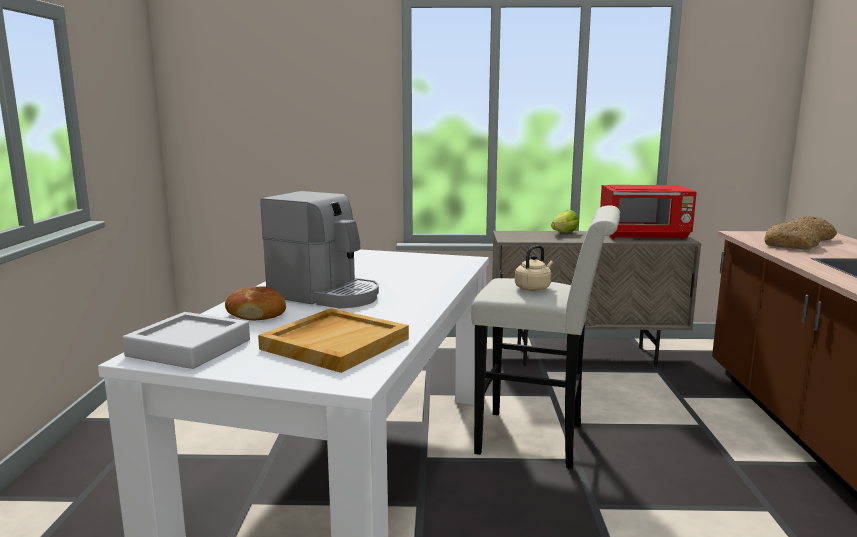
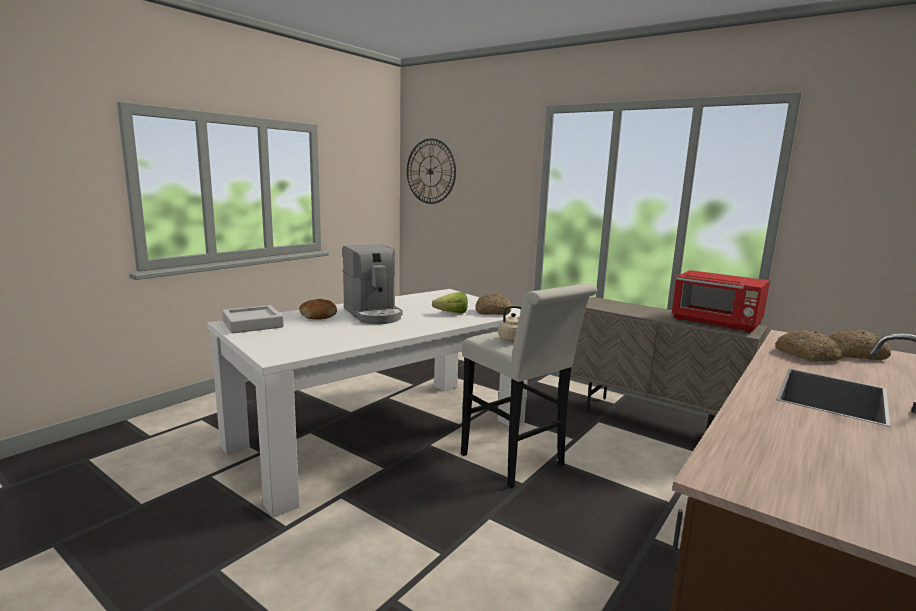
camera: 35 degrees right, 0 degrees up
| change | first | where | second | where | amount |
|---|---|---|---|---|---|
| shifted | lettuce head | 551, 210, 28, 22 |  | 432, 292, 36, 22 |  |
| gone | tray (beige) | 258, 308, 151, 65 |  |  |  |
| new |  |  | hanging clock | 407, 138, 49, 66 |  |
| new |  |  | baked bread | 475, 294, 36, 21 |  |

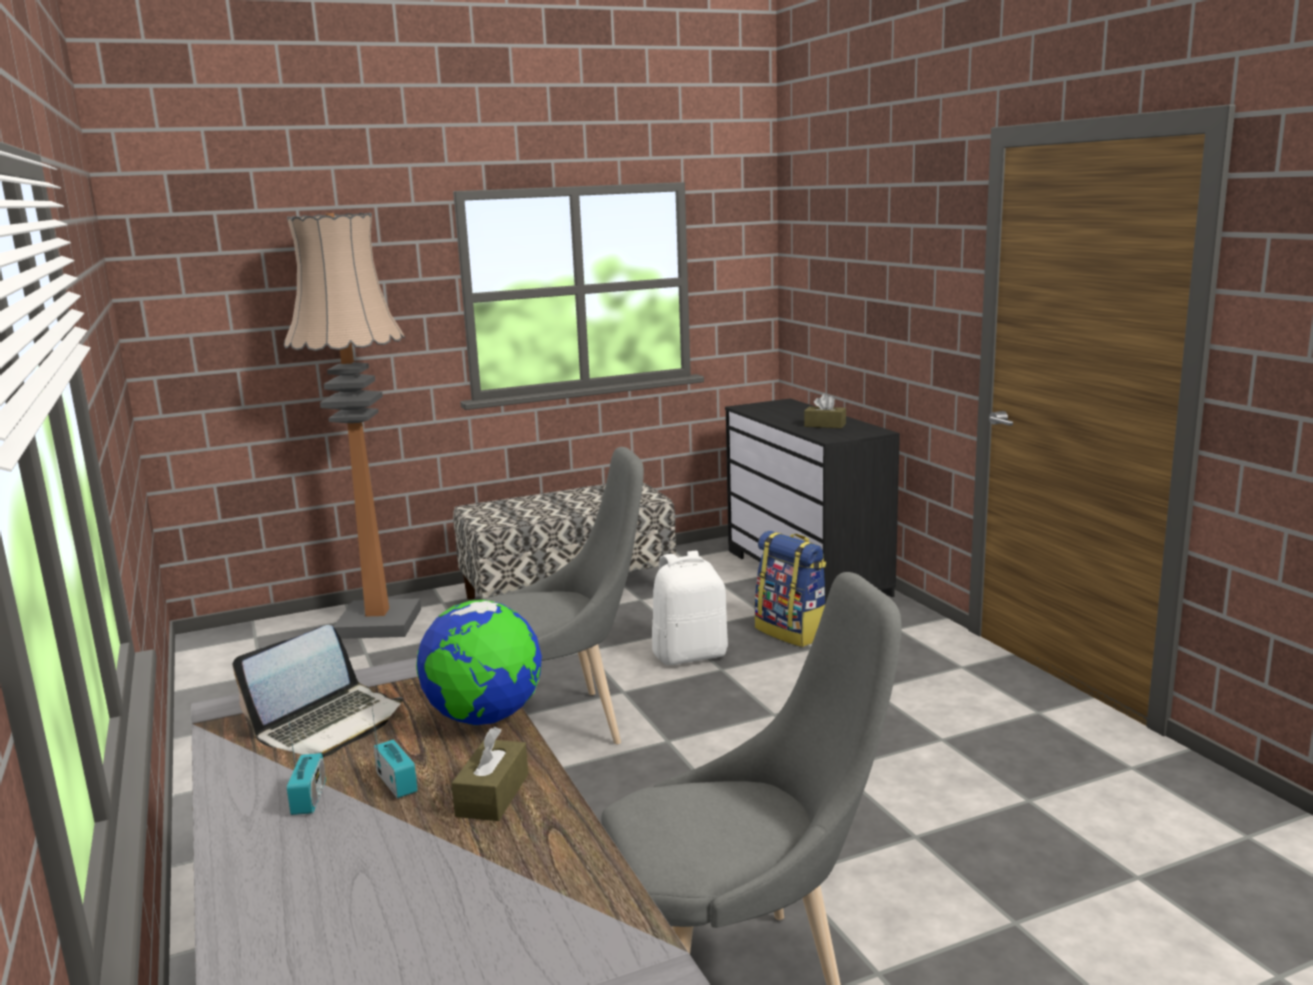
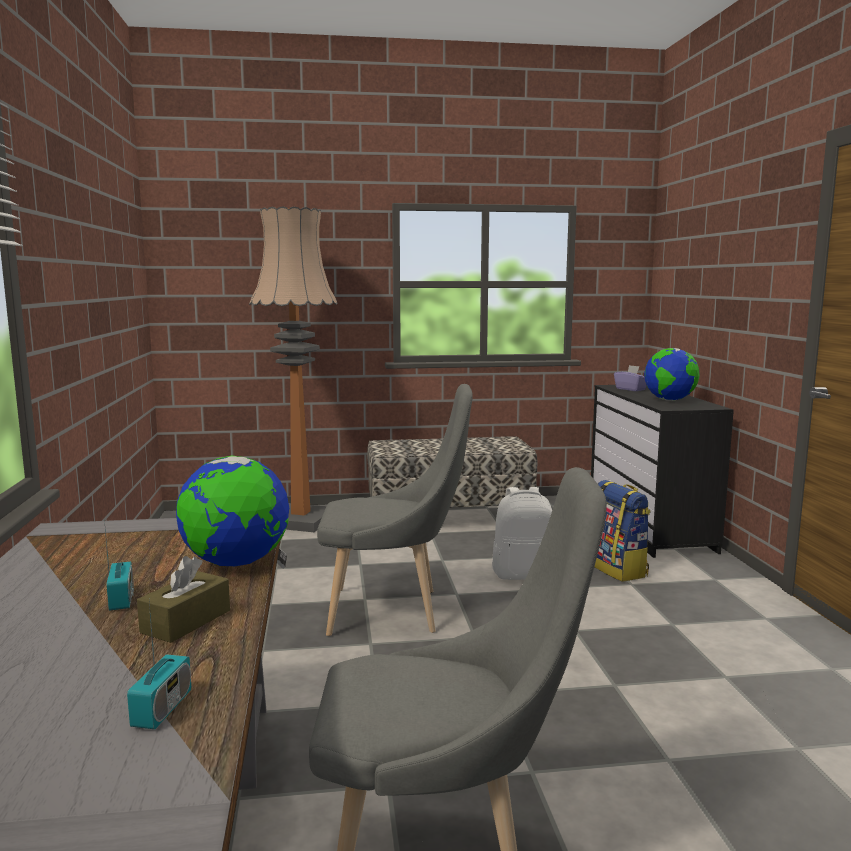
camera: 15 degrees right, 5 degrees down
| change | first | where | second | where | amount |
|---|---|---|---|---|---|
| swapped | tissue holder (brown) | 804, 394, 42, 34 | desk globe | 644, 348, 56, 53 |  |
| gone | laptop | 232, 625, 171, 132 |  |  |  |
| shifted | radio receiver | 287, 711, 39, 104 |  | 127, 602, 64, 127 |  |
| new |  |  | tissue holder (purplish) | 614, 365, 33, 26 |  |

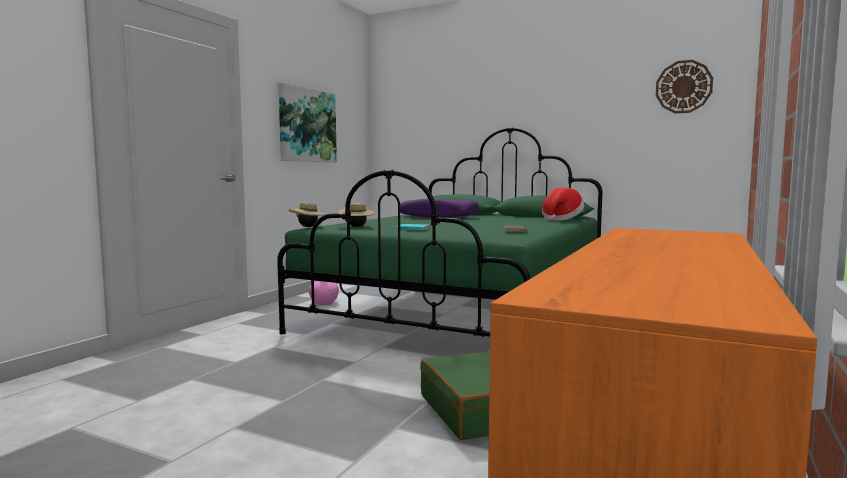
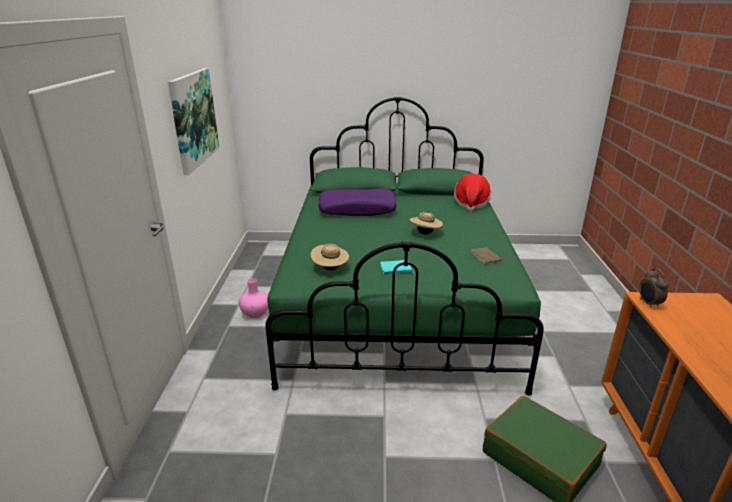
camera: 25 degrees left, 20 degrees up
| change | first | where | second | where | amount |
|---|---|---|---|---|---|
| gone | hanging clock | 656, 60, 57, 53 |  |  |  |
| shifted | hat (beige) | 289, 203, 37, 24 |  | 410, 212, 33, 23 |  |
| new |  |  | alarm clock | 639, 268, 30, 41 |  |

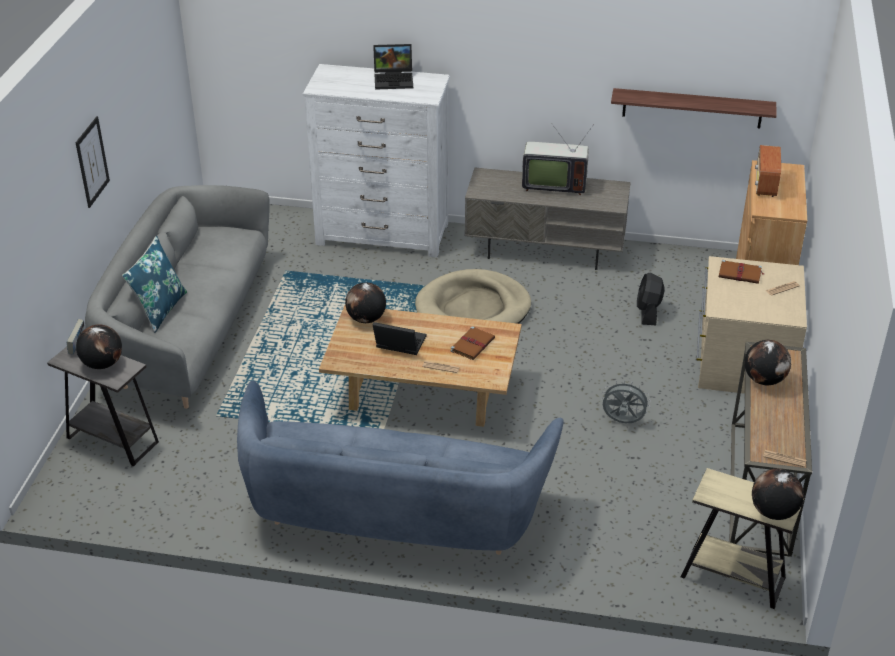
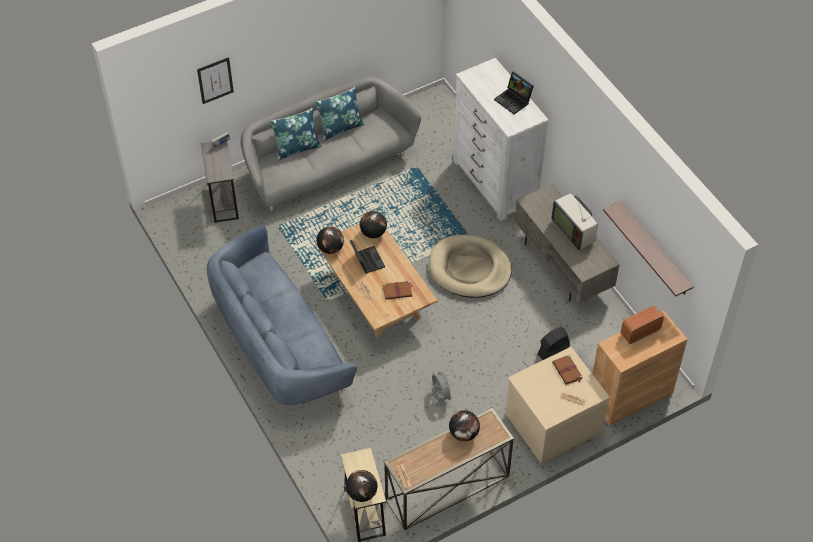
camera: 50 degrees right, 15 degrees up
| change | first | where | second | where | amount |
|---|---|---|---|---|---|
| shifted | picture | 76, 116, 34, 92 |  | 197, 57, 37, 47 |  |
| shifted | desk globe | 76, 324, 46, 45 |  | 317, 226, 27, 28 |  |
| new |  |  | cushion (blue-coloured) | 315, 86, 49, 55 |  |

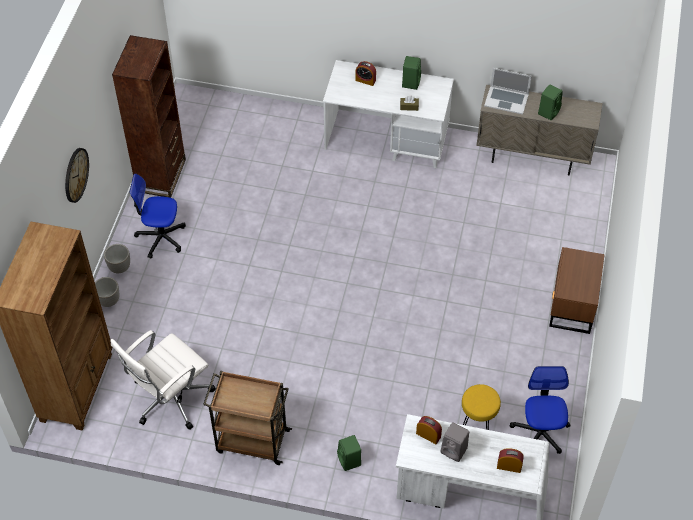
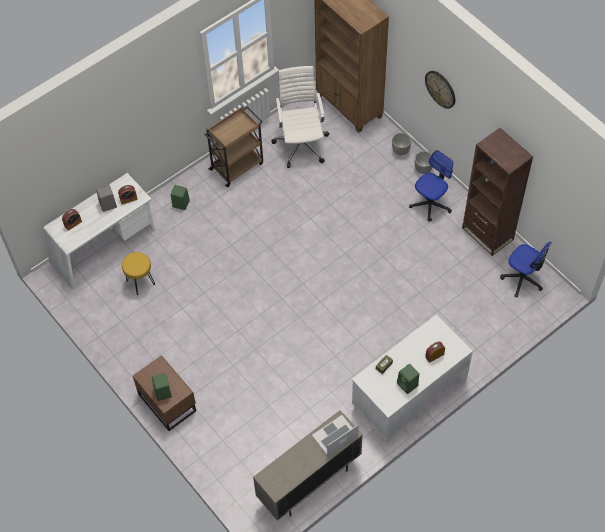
camera: 130 degrees right, 5 degrees up
| change | first | where | second | where | amount |
|---|---|---|---|---|---|
| shifted | loudspeaker (greenish) | 538, 84, 25, 36 |  | 152, 373, 20, 28 |  |
| shifted | office chair | 510, 366, 61, 88 |  | 500, 242, 52, 55 |  |

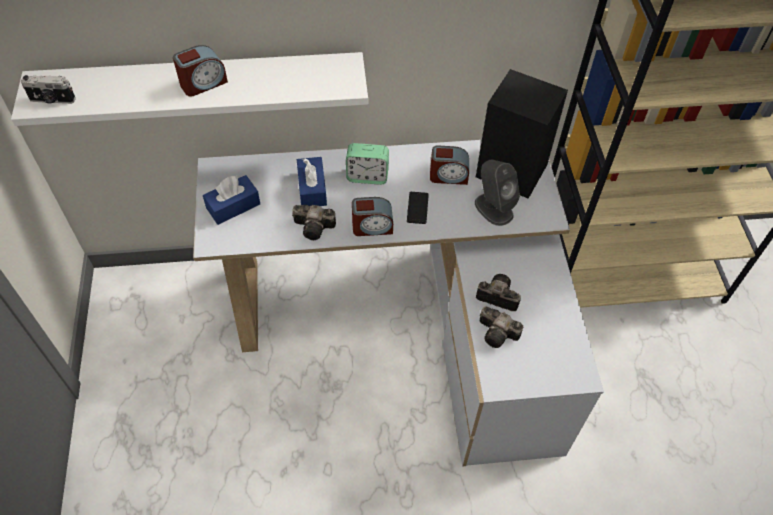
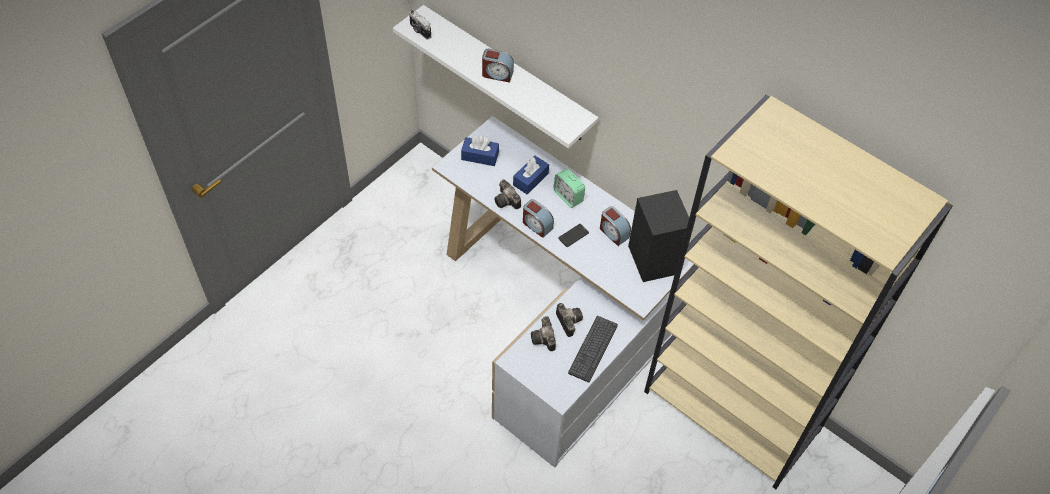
camera: 45 degrees right, 0 degrees up
| change | first | where | second | where | amount |
|---|---|---|---|---|---|
| gone | loudspeaker (gray) | 475, 160, 45, 66 |  |  |  |
| new |  |  | computer keyboard | 568, 316, 50, 67 |  |

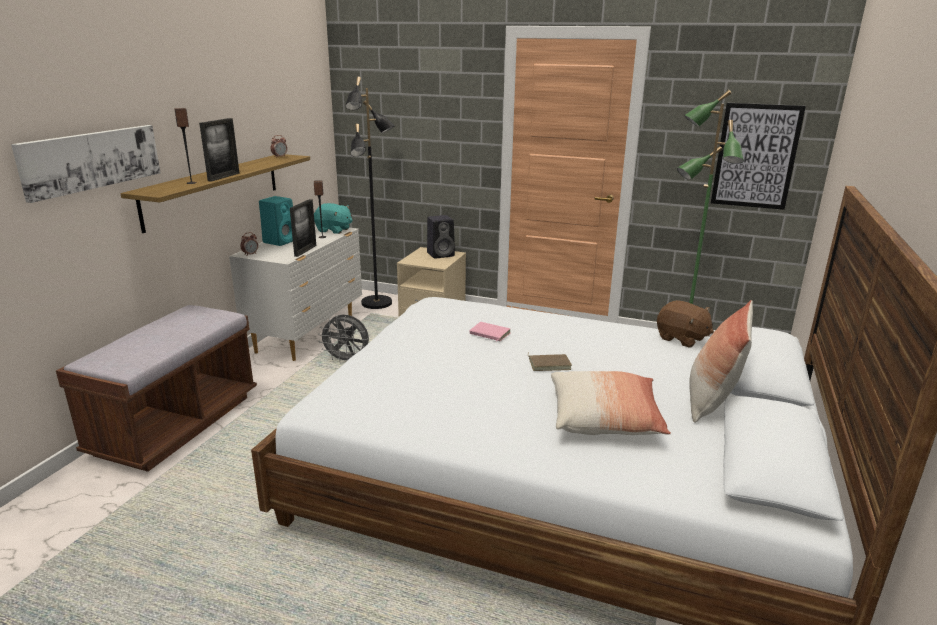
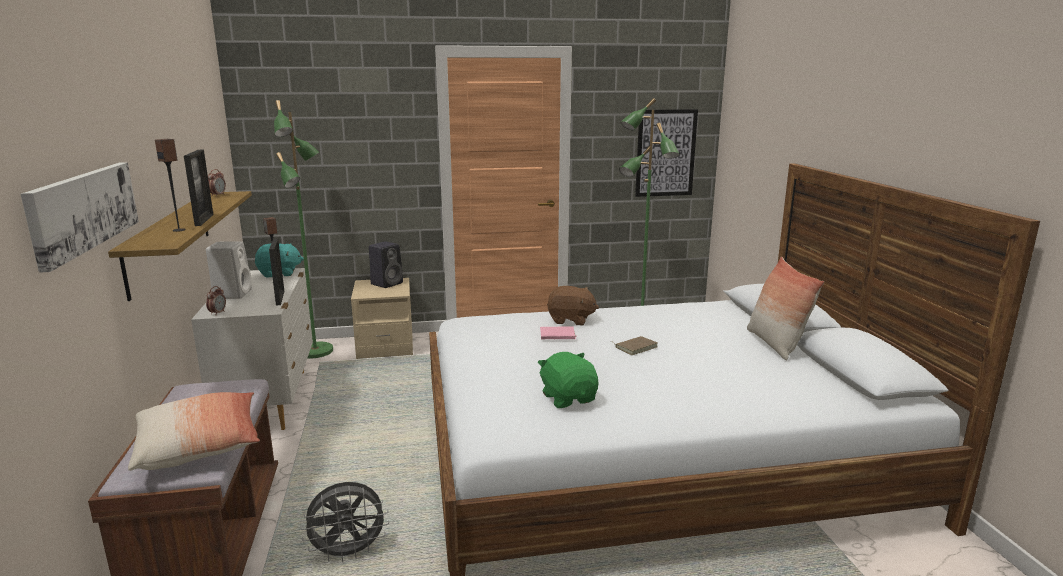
camera: 30 degrees left, 5 degrees down
| change | first | where | second | where | amount |
|---|---|---|---|---|---|
| repainted | floor lamp (black-coloured) | 345, 77, 49, 232 | floor lamp (greenish) | 274, 100, 59, 258 |  |
| repainted | loudspeaker (blue-green) | 259, 196, 34, 50 | loudspeaker (white) | 206, 241, 46, 58 |  |
| shifted | cuddly toy (brown) | 657, 300, 57, 48 |  | 547, 286, 52, 39 |  |
| shifted | cooling fan (gray) | 318, 315, 51, 46 |  | 300, 482, 89, 80 |  |
| shifted | cushion | 551, 371, 120, 64 |  | 128, 392, 132, 79 |  |
| new |  |  | cuddly toy (greenish) | 538, 352, 60, 56 |  |

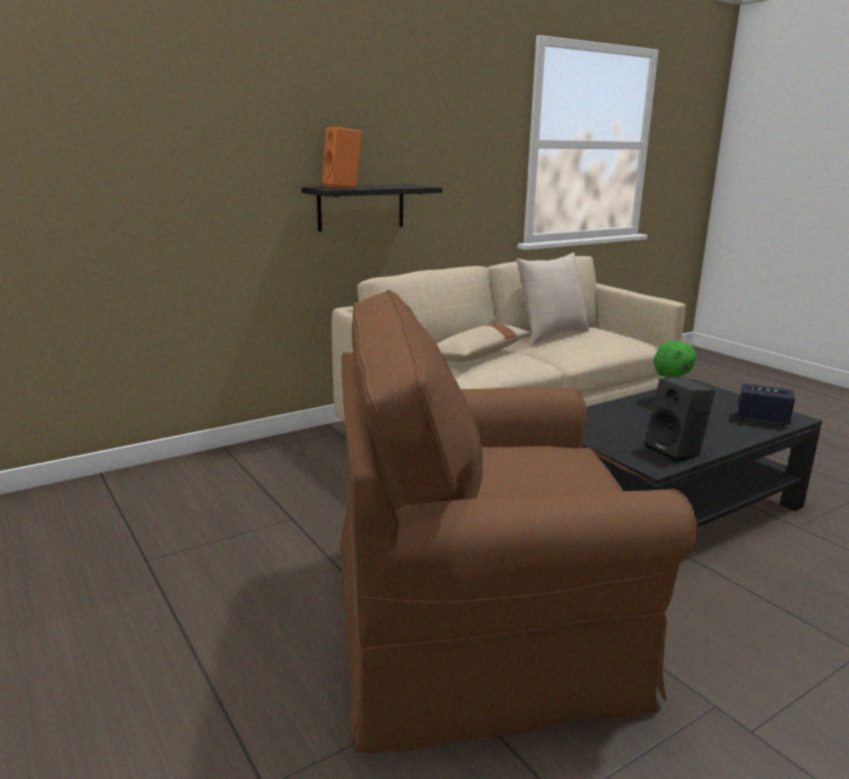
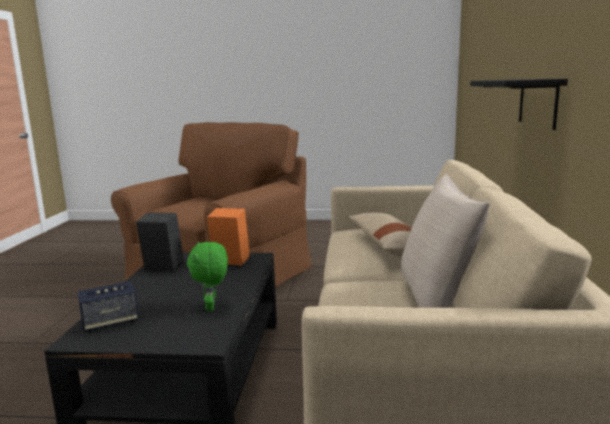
camera: 130 degrees right, 5 degrees down
| change | first | where | second | where | amount |
|---|---|---|---|---|---|
| shifted | loudspeaker (orange) | 322, 127, 40, 62 |  | 207, 208, 43, 58 |  |

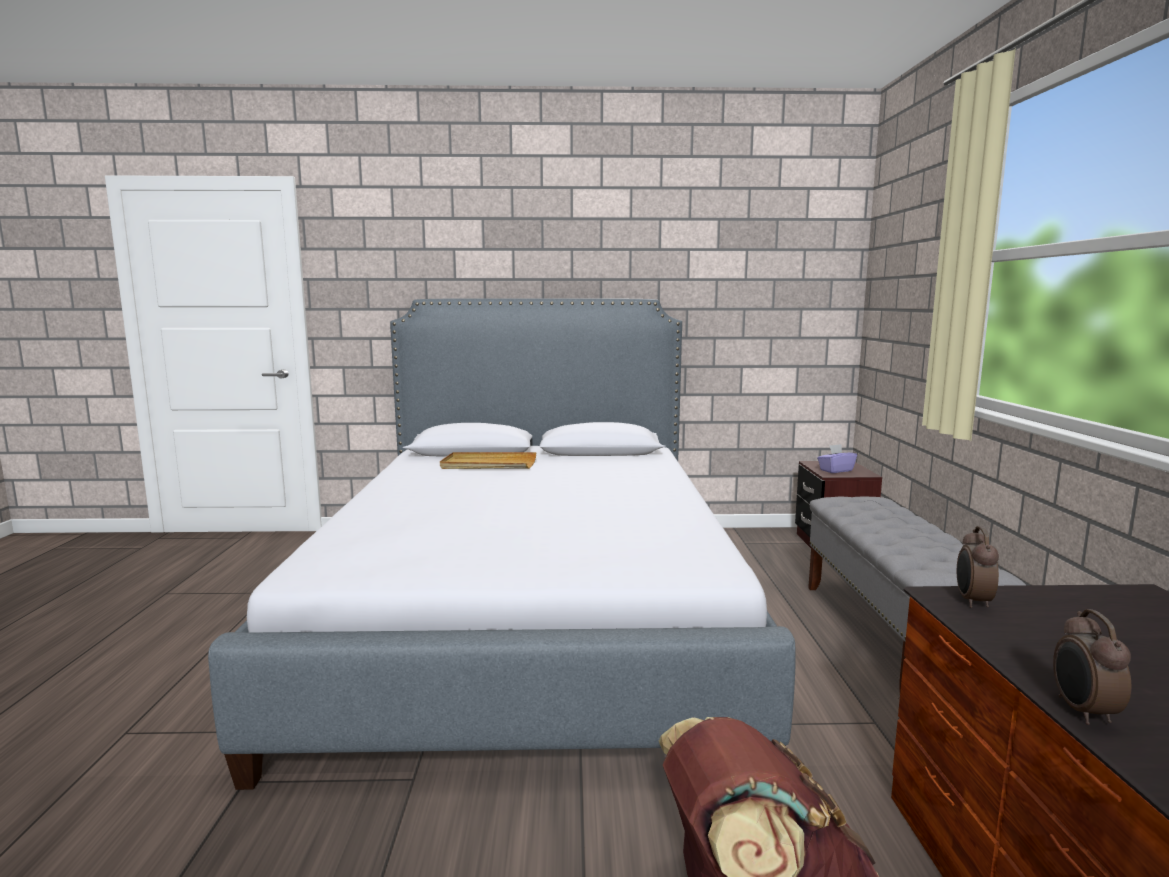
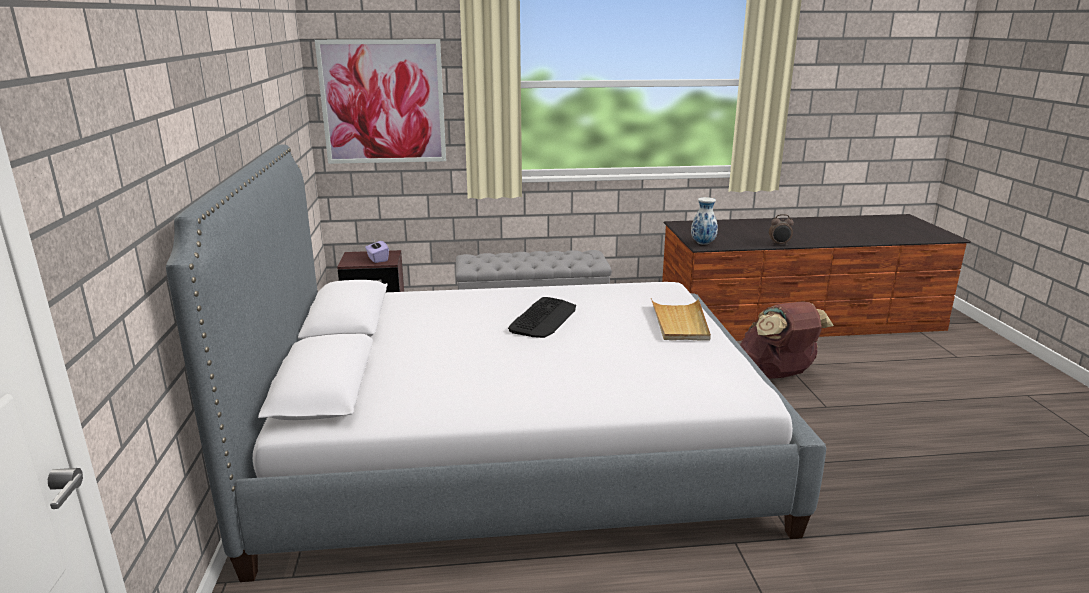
camera: 95 degrees left, 10 degrees up
| change | first | where | second | where | amount |
|---|---|---|---|---|---|
| shifted | tray (beige) | 440, 452, 96, 17 |  | 651, 299, 60, 42 |  |
| swapped | alarm clock | 957, 526, 42, 82 | decorative vase | 691, 197, 27, 48 |  |
| new |  |  | picture | 315, 39, 131, 125 |  |
| new |  |  | computer keyboard | 508, 297, 68, 41 |  |

